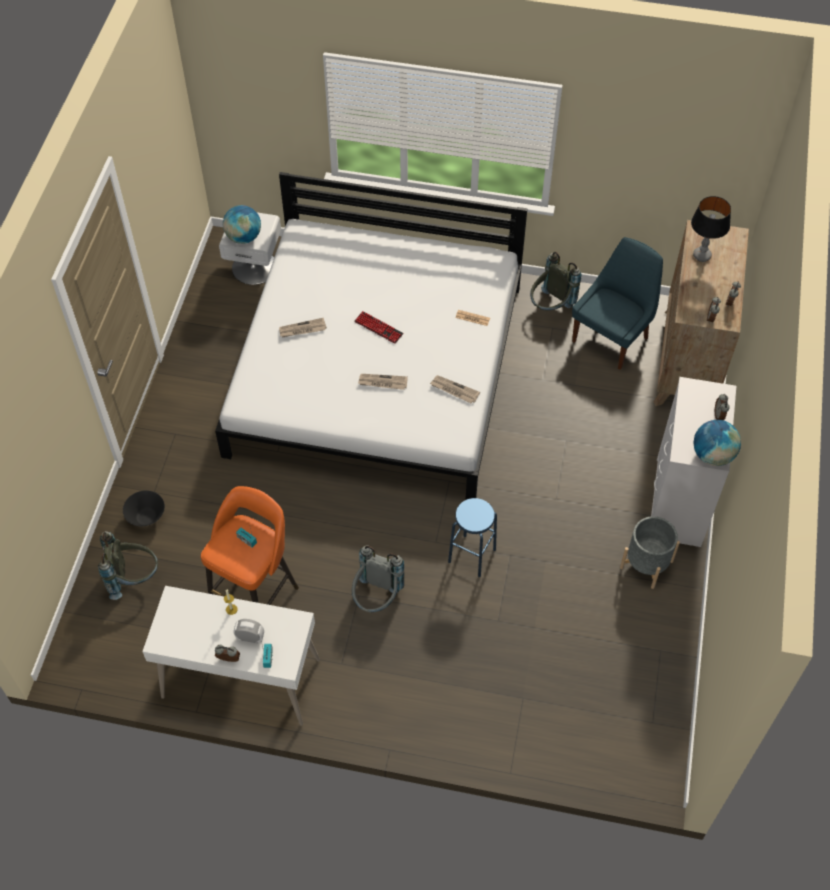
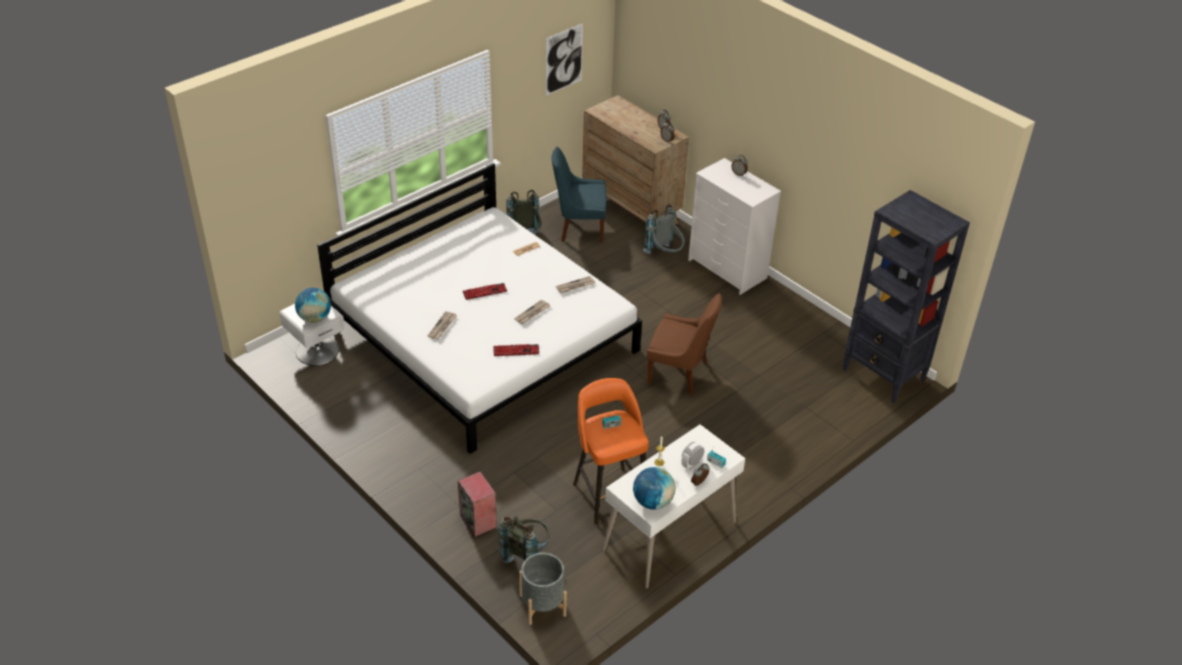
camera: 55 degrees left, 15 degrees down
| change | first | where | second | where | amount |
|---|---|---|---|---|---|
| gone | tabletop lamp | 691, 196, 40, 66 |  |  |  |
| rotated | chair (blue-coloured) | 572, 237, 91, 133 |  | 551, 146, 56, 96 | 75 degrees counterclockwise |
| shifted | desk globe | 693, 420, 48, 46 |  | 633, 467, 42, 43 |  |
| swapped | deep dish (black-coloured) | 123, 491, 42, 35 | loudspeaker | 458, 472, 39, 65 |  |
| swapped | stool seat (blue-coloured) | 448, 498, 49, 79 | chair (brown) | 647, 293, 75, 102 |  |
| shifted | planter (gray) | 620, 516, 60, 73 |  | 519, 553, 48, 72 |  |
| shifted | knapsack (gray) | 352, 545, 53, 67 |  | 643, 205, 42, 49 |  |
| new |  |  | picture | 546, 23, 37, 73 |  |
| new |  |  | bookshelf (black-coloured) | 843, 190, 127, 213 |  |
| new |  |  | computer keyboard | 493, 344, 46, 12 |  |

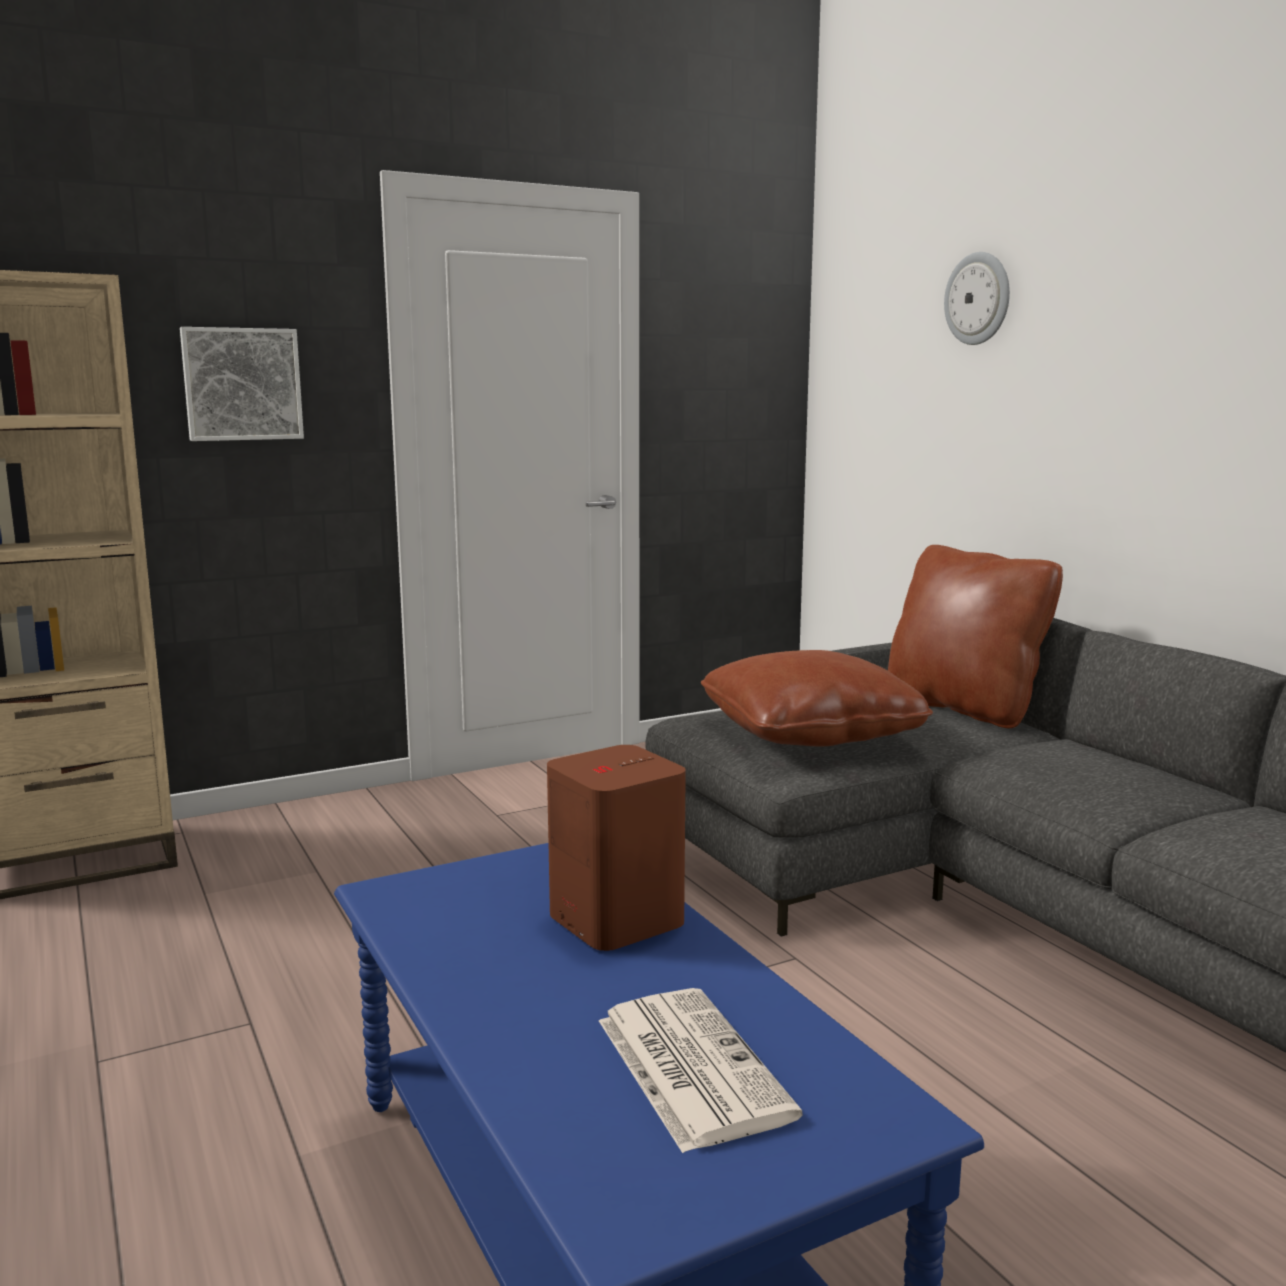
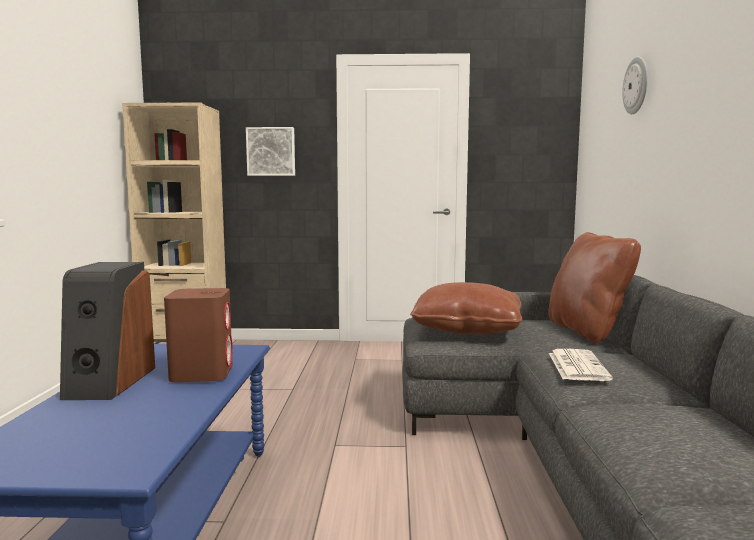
camera: 30 degrees right, 5 degrees down
| change | first | where | second | where | amount |
|---|---|---|---|---|---|
| shifted | newspaper | 599, 988, 204, 165 |  | 549, 349, 64, 32 |  |
| new |  |  | loudspeaker | 60, 262, 95, 138 |  |

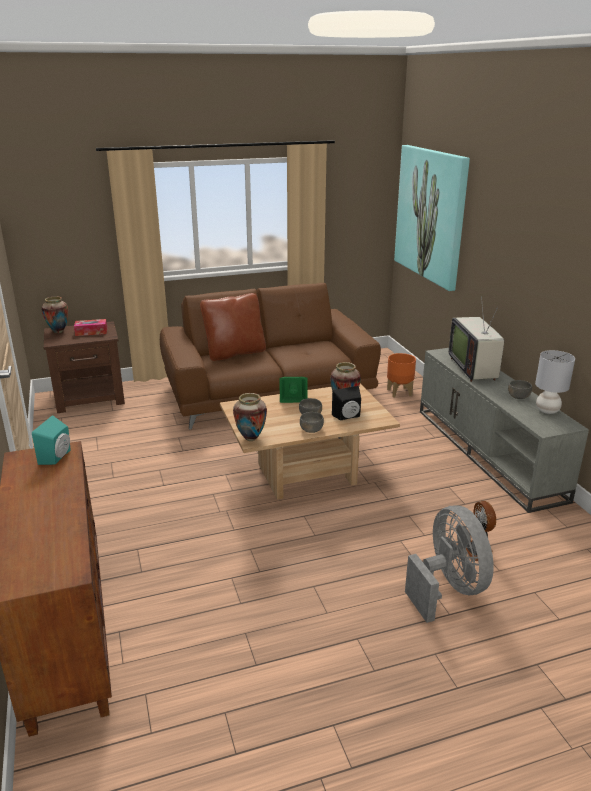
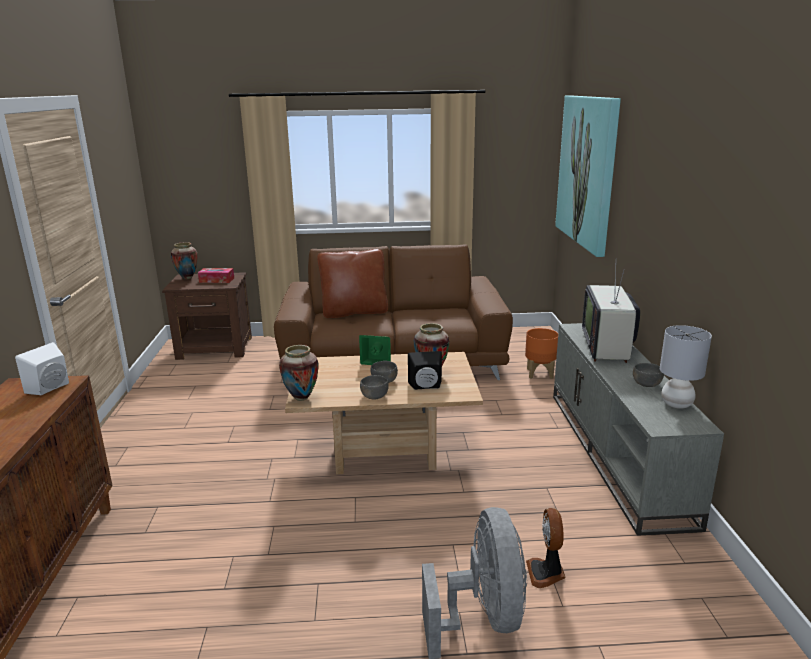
camera: 15 degrees right, 5 degrees down
| change | first | where | second | where | amount |
|---|---|---|---|---|---|
| repainted | loudspeaker (blue-green) | 32, 415, 39, 50 | loudspeaker (white) | 15, 342, 54, 53 |  |

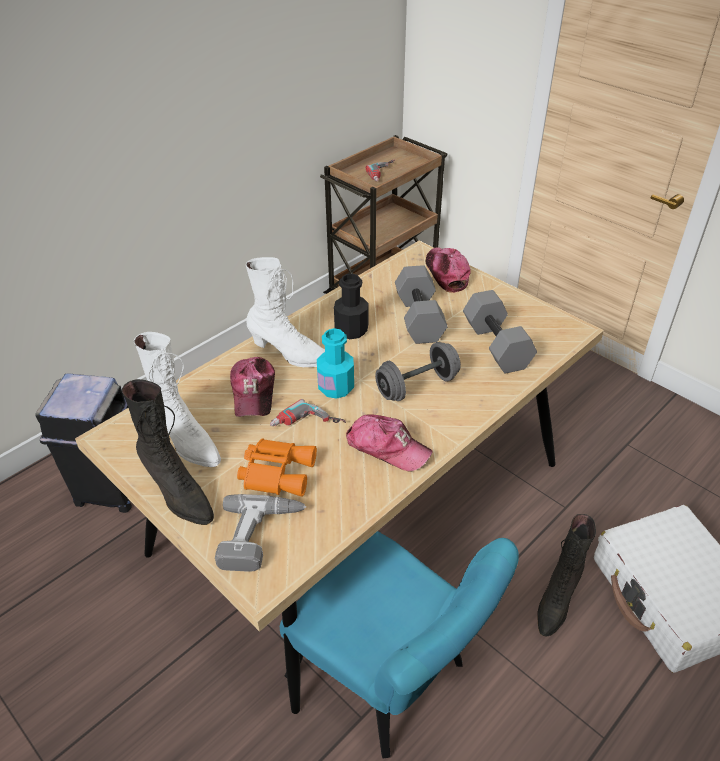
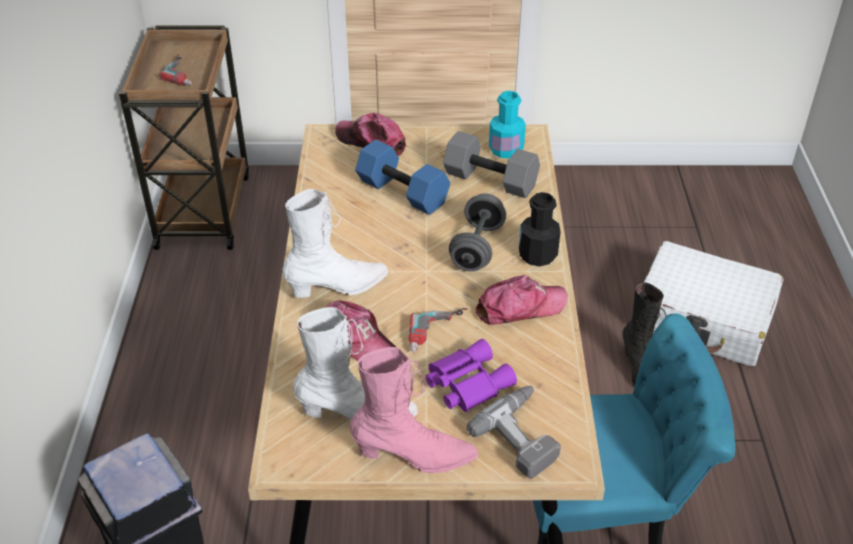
camera: 45 degrees left, 0 degrees up
| change | first | where | second | where | amount |
|---|---|---|---|---|---|
| repainted | hand weight (gray) | 395, 265, 53, 79 | hand weight (blue-coloured) | 355, 139, 95, 76 |  |
| shifted | drink bottle (black-coloured) | 334, 273, 34, 66 |  | 519, 192, 42, 75 |  |
| shifted | drink bottle (blue-green) | 317, 328, 37, 71 |  | 489, 91, 37, 67 |  |
| repainted | high-top boot (black-coloured) | 121, 379, 93, 146 | high-top boot (pinkish) | 350, 347, 128, 126 |  |
| repainted | binoculars (orange) | 237, 438, 80, 59 | binoculars (purplish) | 425, 339, 92, 73 |  |

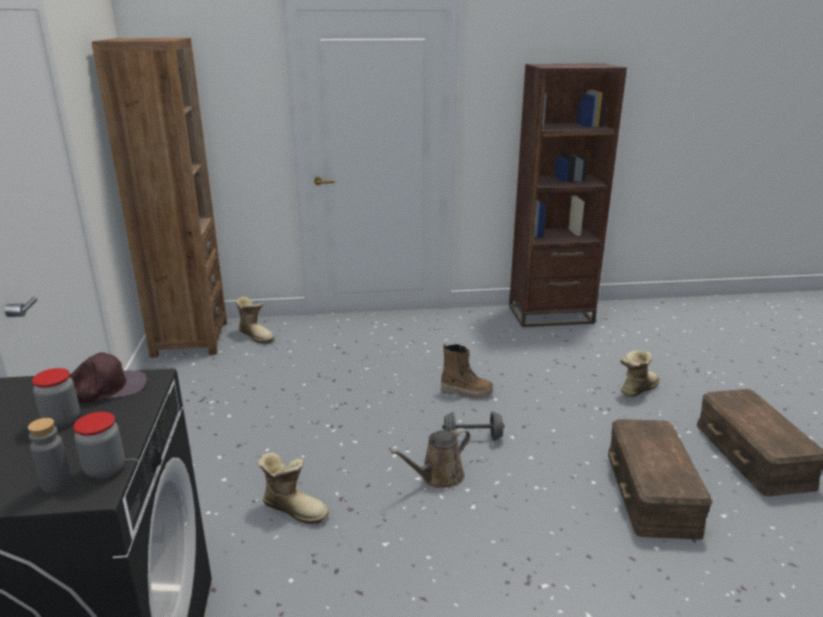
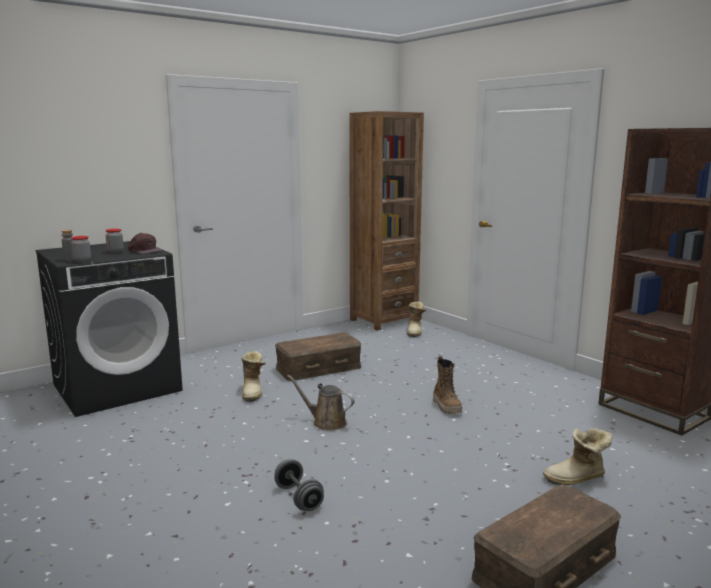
camera: 60 degrees right, 10 degrees down
| change | first | where | second | where | amount |
|---|---|---|---|---|---|
| rotated | high-top boot | 620, 350, 40, 47 |  | 543, 428, 69, 57 | 150 degrees clockwise |
| shifted | hand weight (gray) | 442, 412, 62, 29 |  | 274, 459, 50, 52 |  |
| shifted | storage container (brown) | 608, 419, 105, 120 |  | 275, 333, 87, 48 |  |

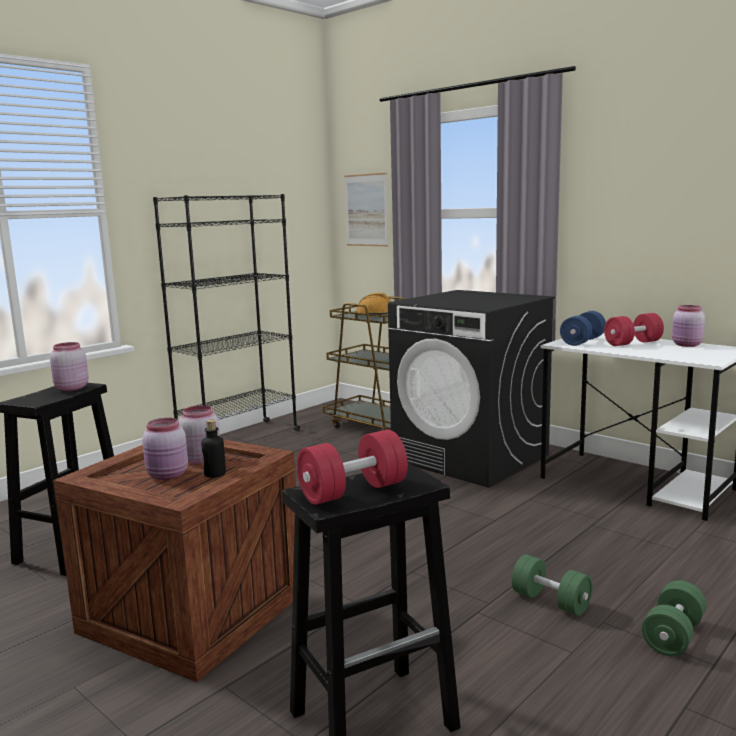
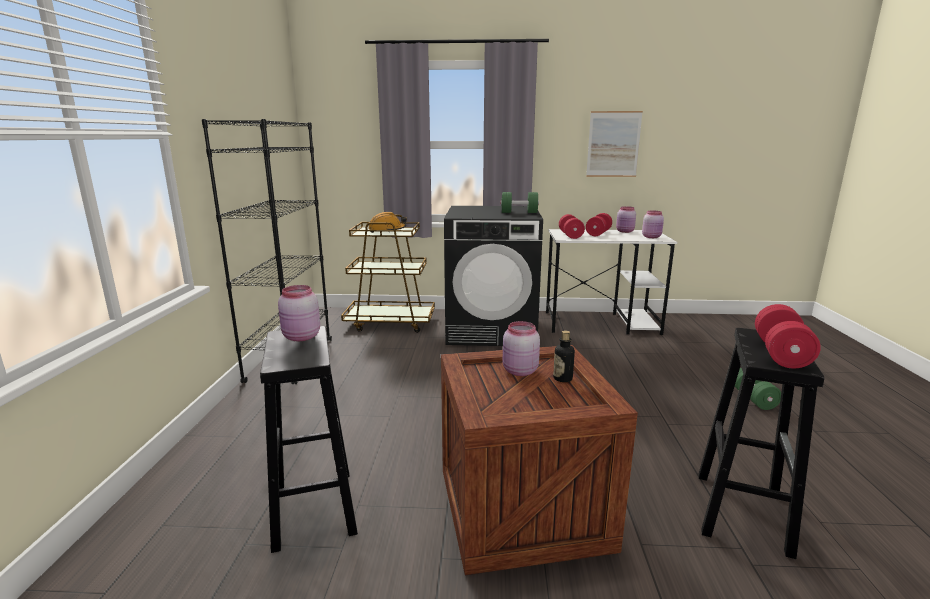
camera: 40 degrees left, 5 degrees up
| change | first | where | second | where | amount |
|---|---|---|---|---|---|
| shifted | picture | 344, 173, 44, 73 |  | 586, 111, 57, 66 |  |
| repainted | hand weight (blue-coloured) | 560, 311, 46, 35 | hand weight (red) | 559, 214, 26, 25 |  |
| shifted | preserve jar (pinkish) | 142, 418, 46, 62 |  | 642, 210, 22, 28 |  |
| shifted | hand weight (greenish) | 512, 554, 81, 62 |  | 501, 192, 38, 21 |  |

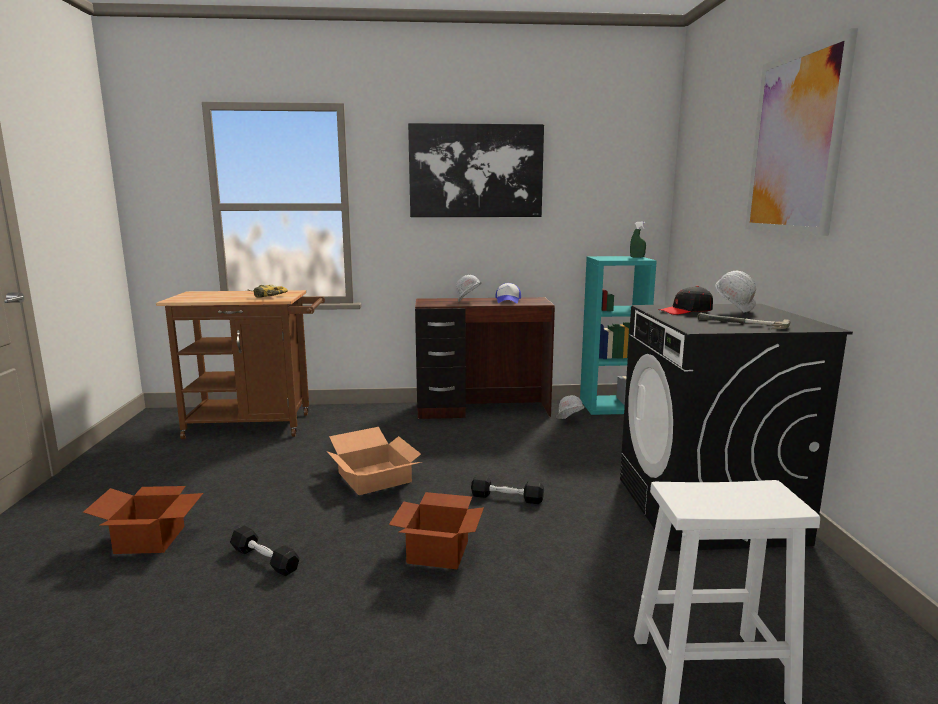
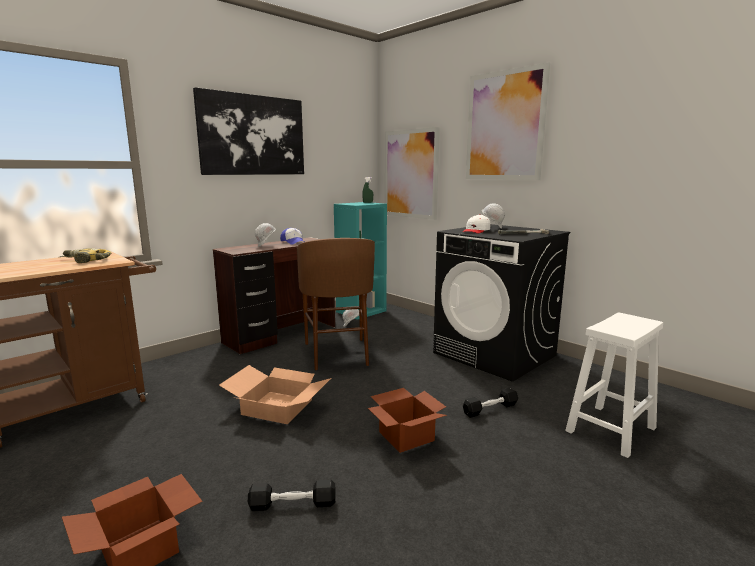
camera: 40 degrees left, 0 degrees up
| change | first | where | second | where | amount |
|---|---|---|---|---|---|
| repainted | peaked cap (black-coloured) | 658, 286, 55, 29 | peaked cap (white) | 463, 214, 27, 19 |  |
| shifted | hand weight (black-coloured) | 471, 475, 73, 29 |  | 463, 388, 55, 30 |  |
| new |  |  | picture | 385, 127, 55, 93 |  |
| new |  |  | stool seat (brown) | 297, 238, 78, 132 |  |

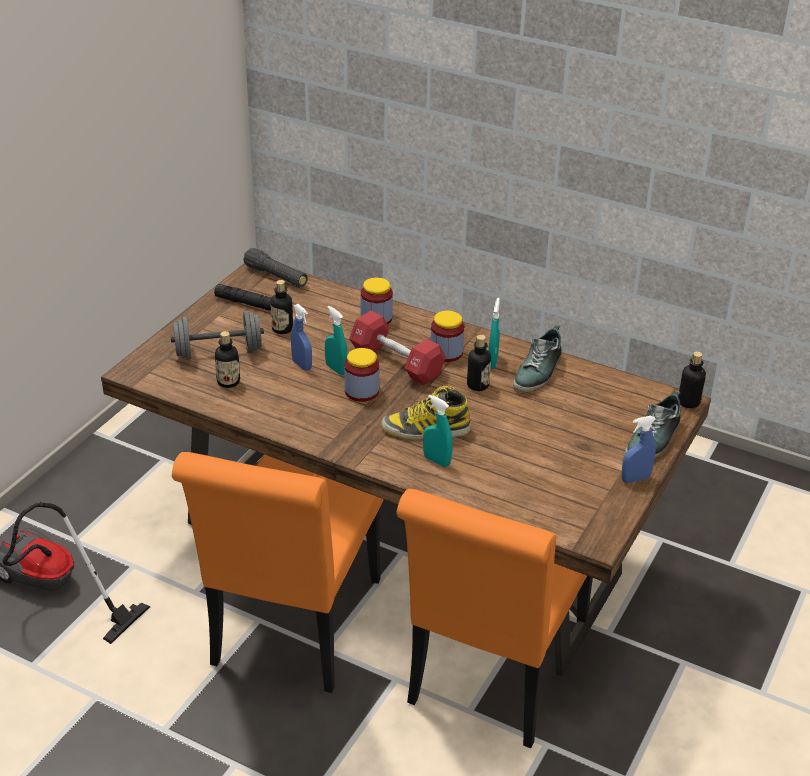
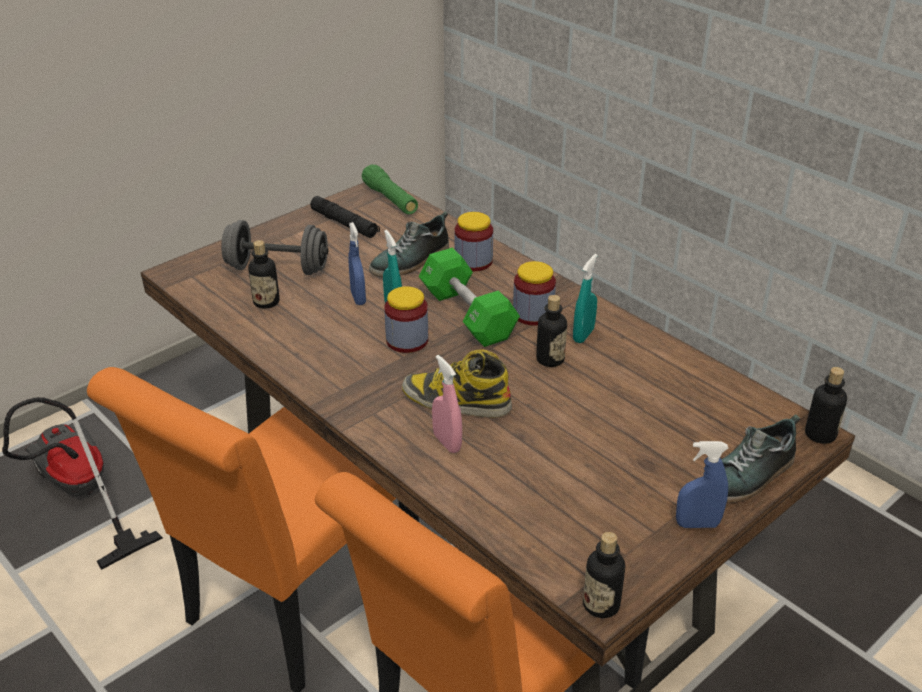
camera: 20 degrees right, 0 degrees up
| change | first | where | second | where | amount |
|---|---|---|---|---|---|
| repainted | torch (black-coloured) | 243, 248, 65, 39 | torch (greenish) | 362, 164, 56, 50 |  |
| shifted | drink bottle | 271, 280, 22, 54 |  | 583, 532, 42, 86 |  |
| repainted | hand weight (red) | 349, 311, 97, 74 | hand weight (greenish) | 419, 248, 101, 99 |  |
| shifted | item of footwear | 513, 324, 48, 69 |  | 369, 211, 80, 66 |  |
| repainted | spray bottle (blue-green) | 423, 395, 30, 72 | spray bottle (pinkish) | 432, 355, 30, 98 |  |

